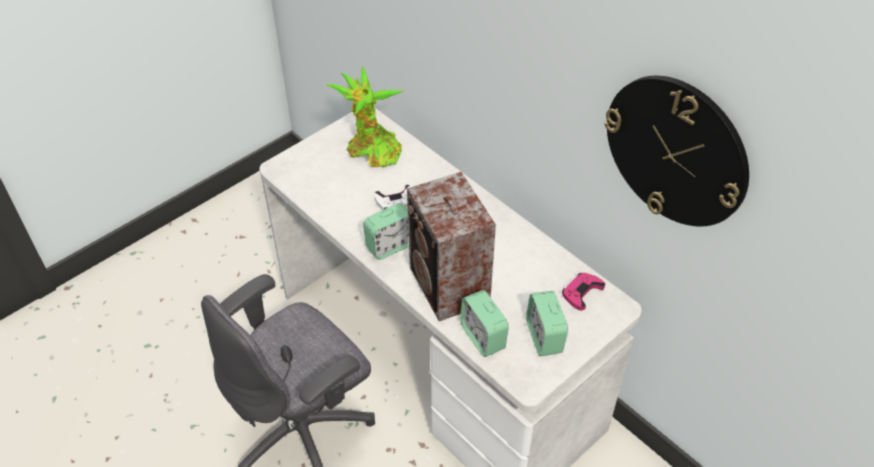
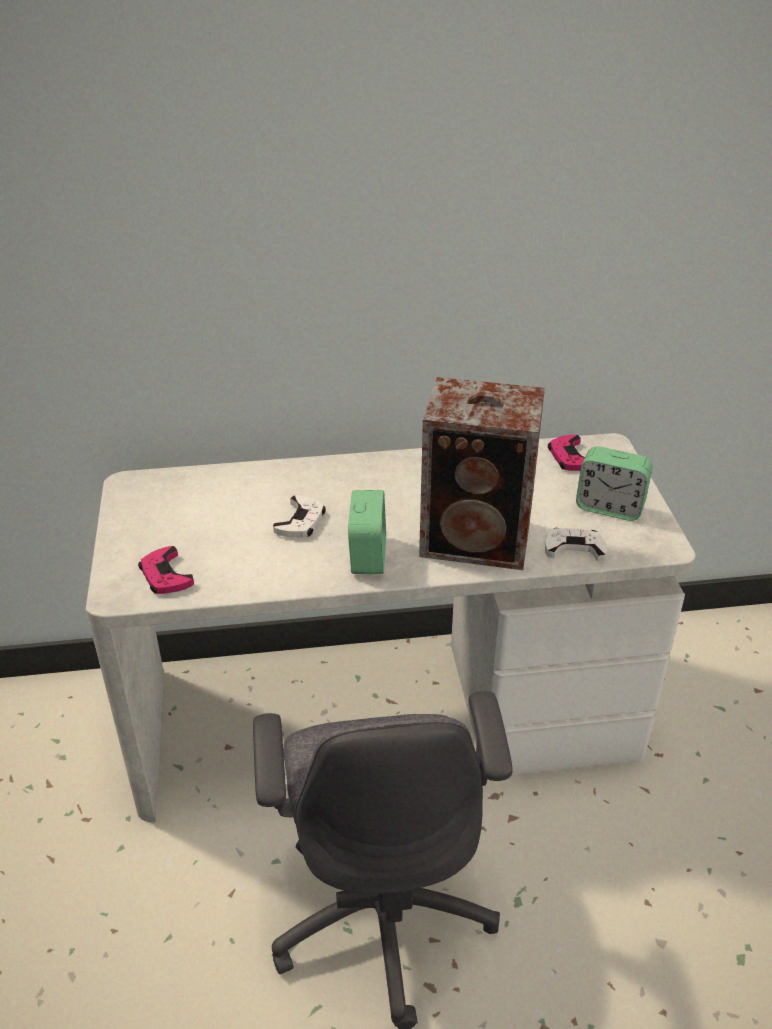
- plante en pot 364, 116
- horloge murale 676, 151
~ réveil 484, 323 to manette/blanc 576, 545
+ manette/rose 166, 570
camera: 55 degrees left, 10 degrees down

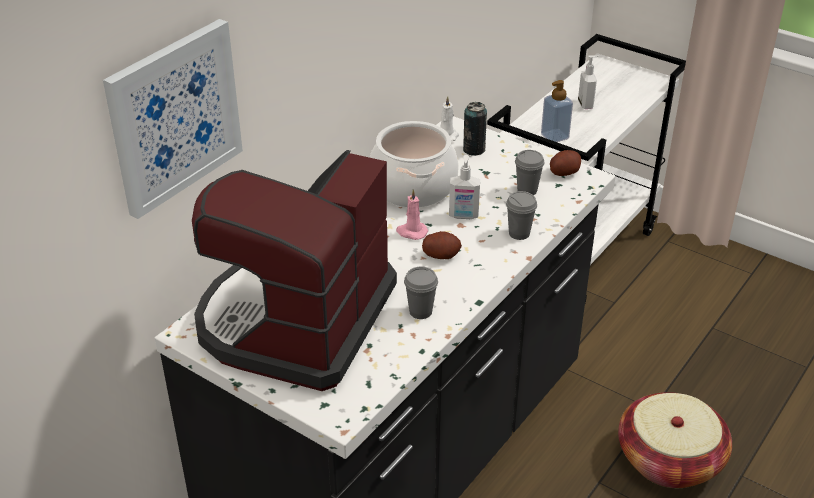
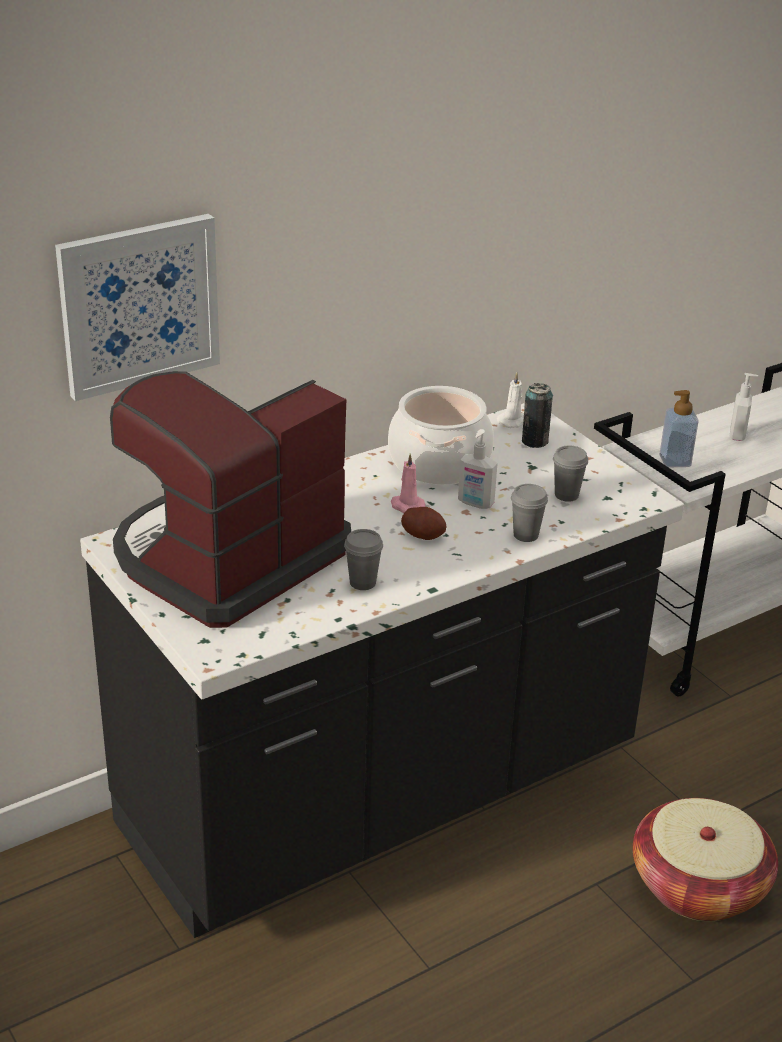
- pomme de terre 565, 163
camera: 20 degrees right, 5 degrees down

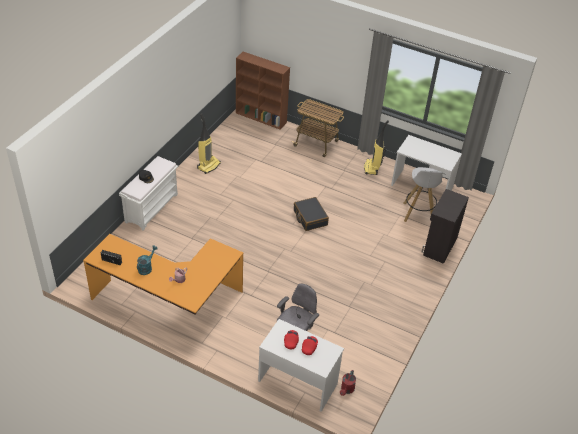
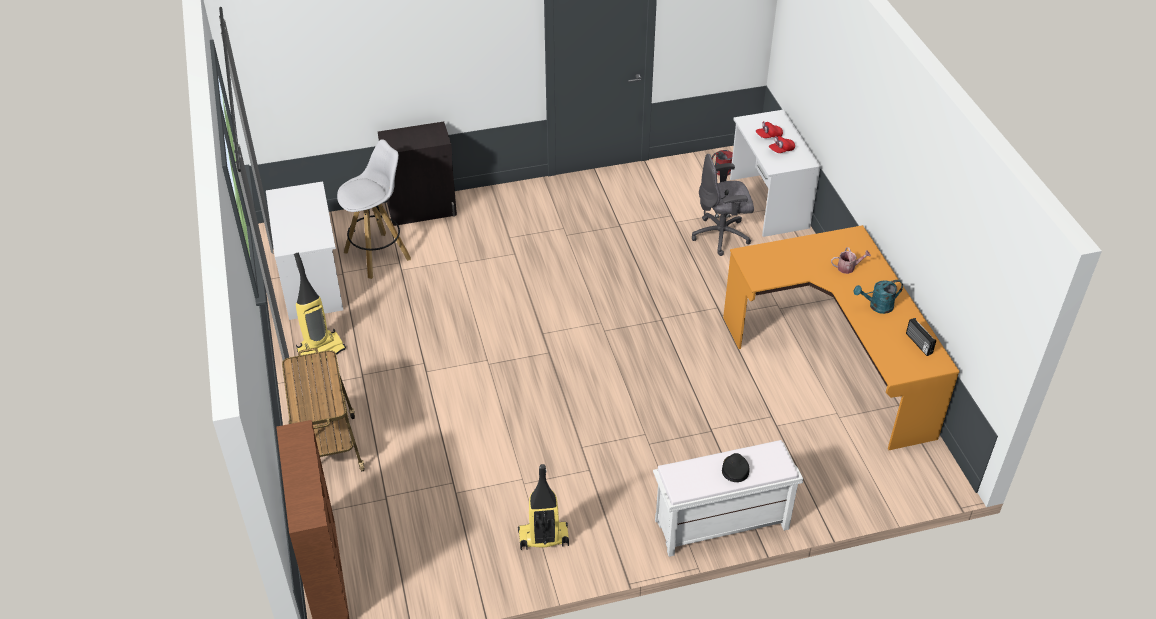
- valise/noir 311, 214
camera: 130 degrees left, 0 degrees up

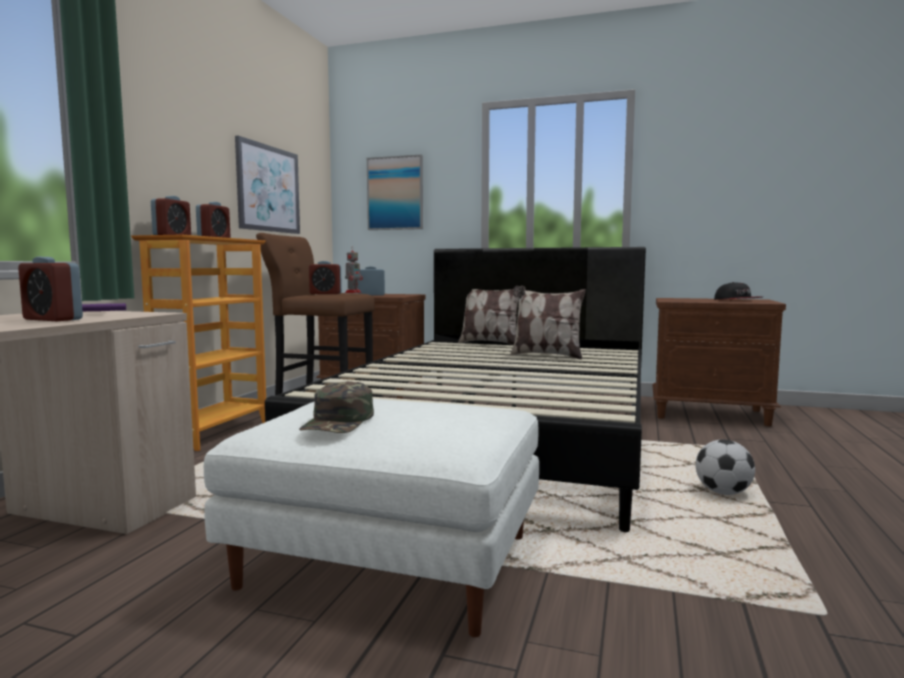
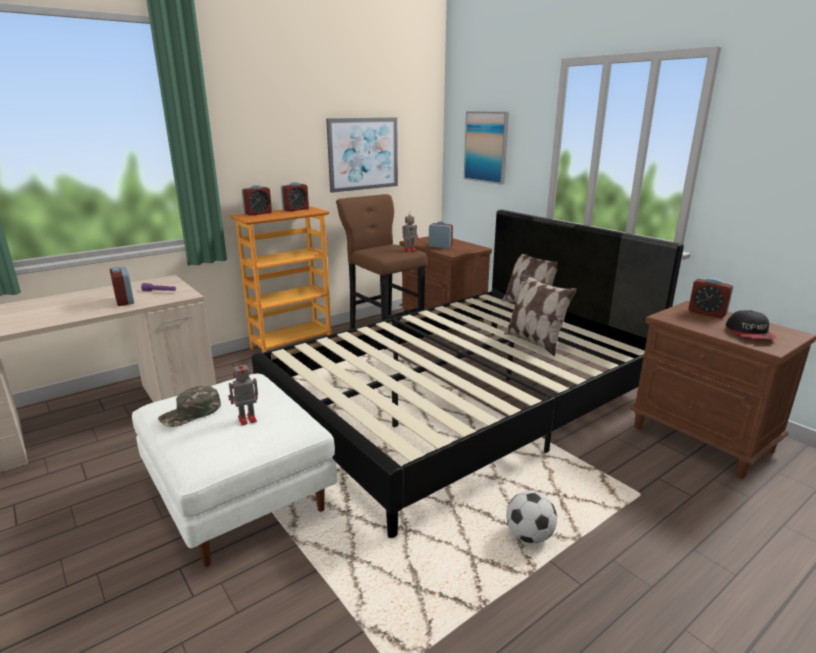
~ réveil 325, 277 to 711, 298
+ robot jouet 243, 392
camera: 35 degrees right, 15 degrees up

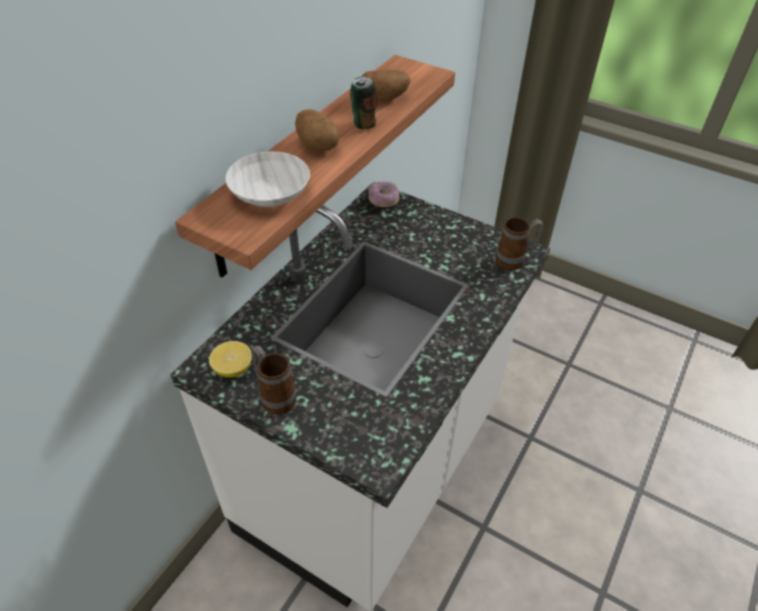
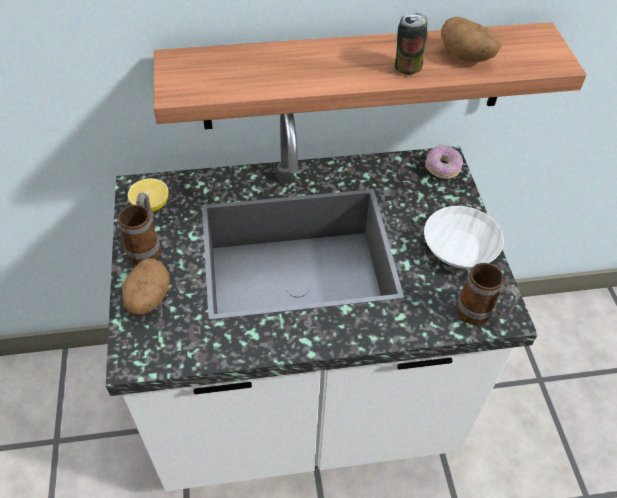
~ pomme de terre 317, 130 to 146, 286
~ bol/blanc 267, 179 to 464, 237
camera: 50 degrees right, 5 degrees up

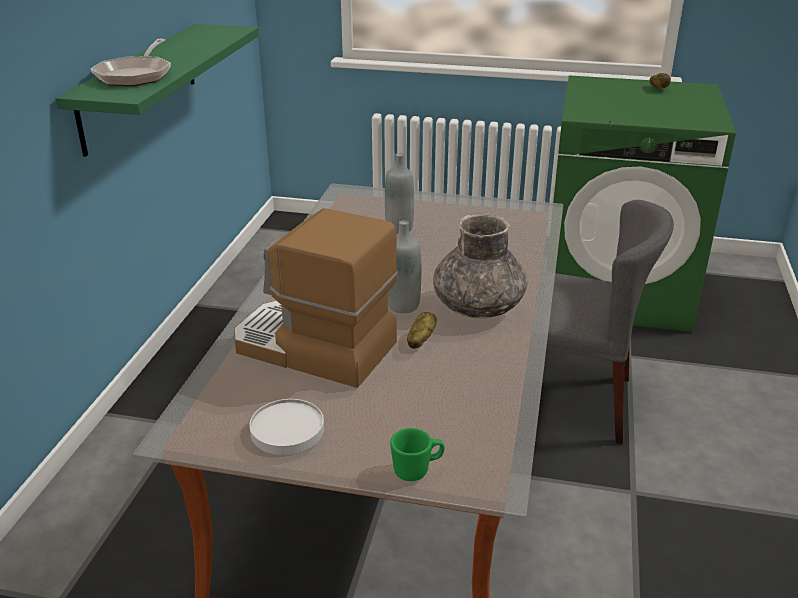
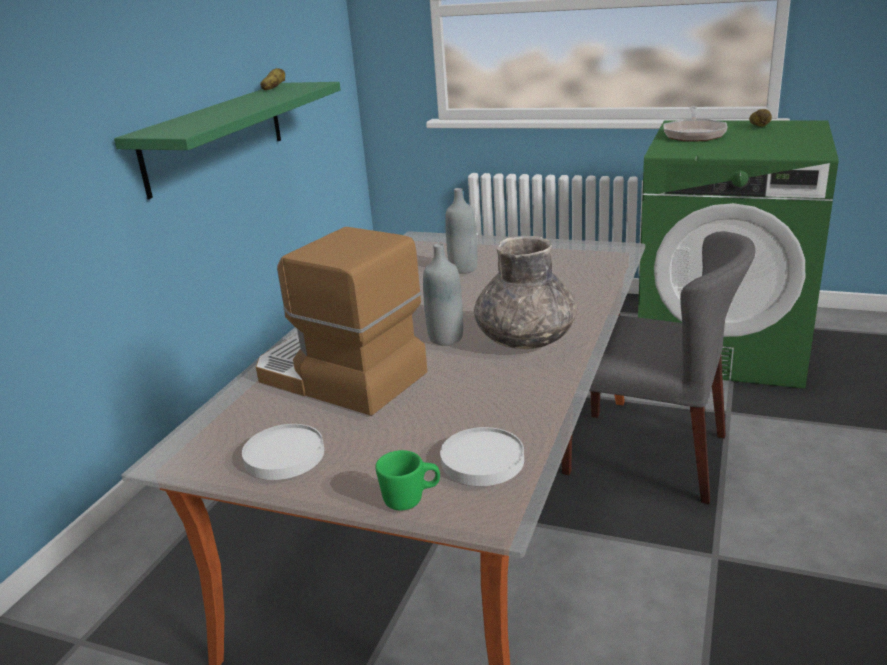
~ poêle 131, 62 to 695, 123
~ pomme de terre 422, 330 to 272, 79
+ assiette/blanc 482, 456
camera: 10 degrees right, 5 degrees down

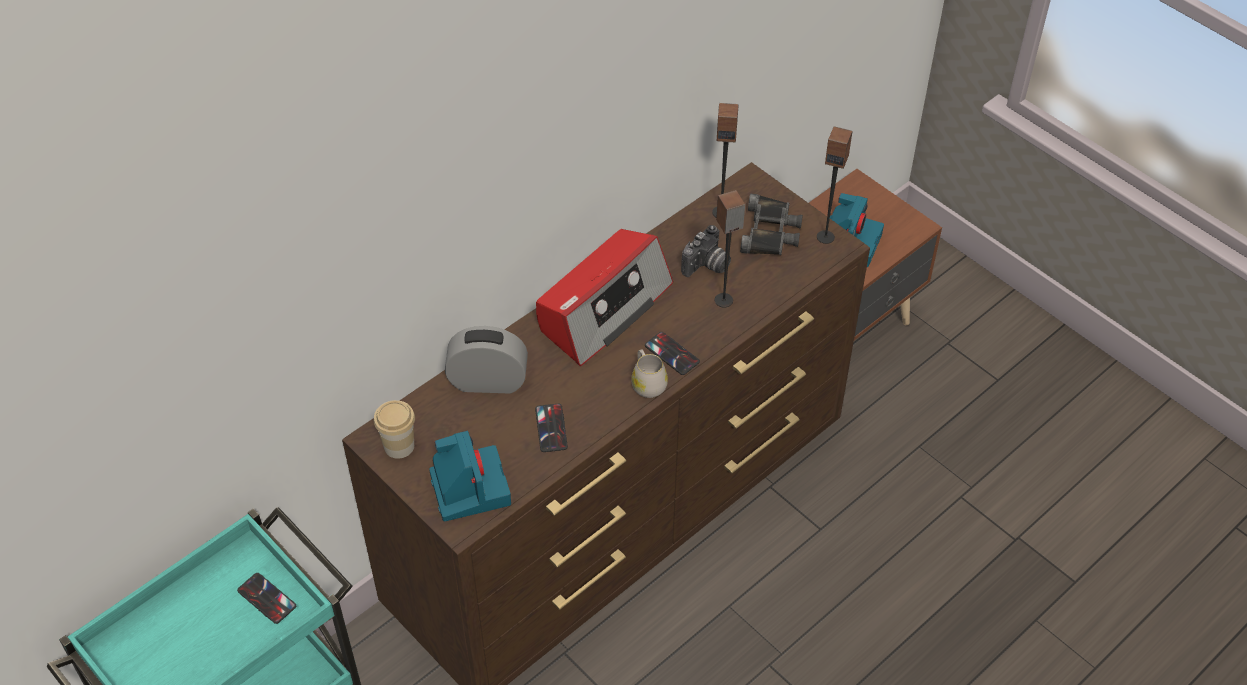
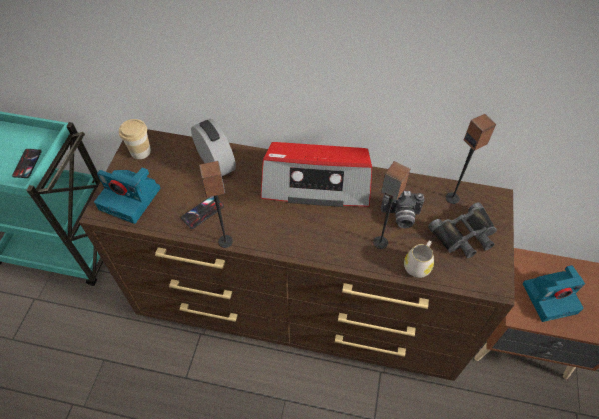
~ enceinte 834, 185 to 216, 204
- téléphone 672, 353
~ mug/blanc 649, 373 to 419, 259
~ appareil photo 470, 476 = 127, 195 75 degrees clockwise
camera: 55 degrees right, 5 degrees up

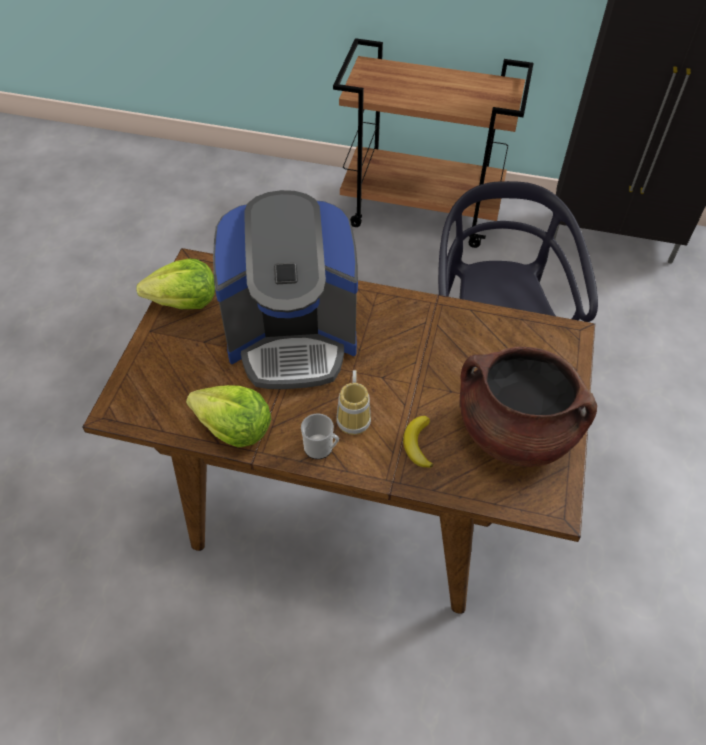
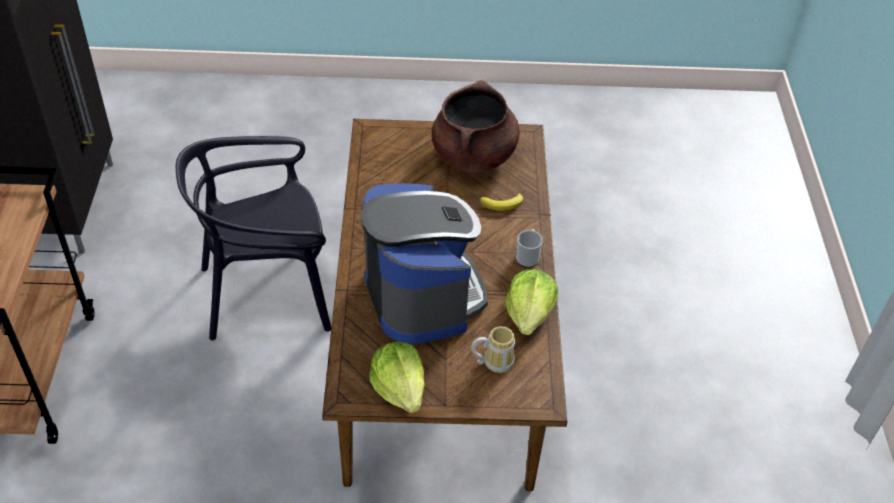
~ mug 353, 402 to 493, 349
camera: 105 degrees left, 5 degrees down

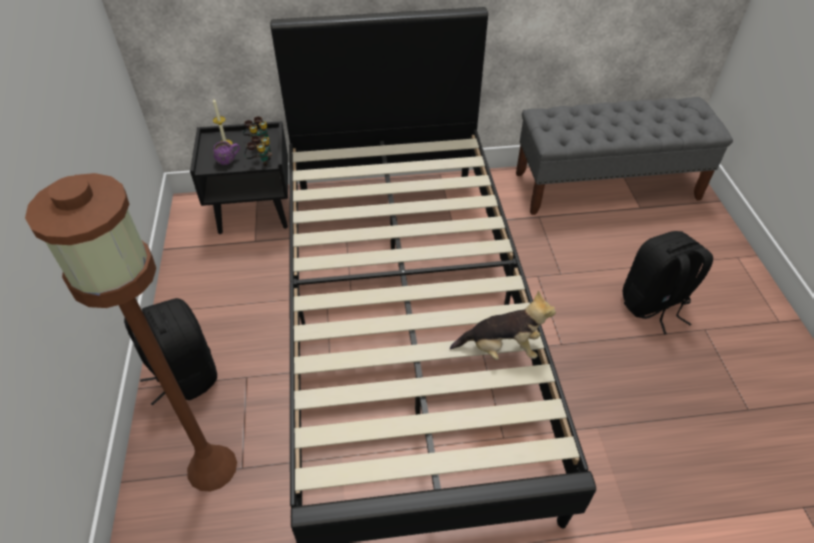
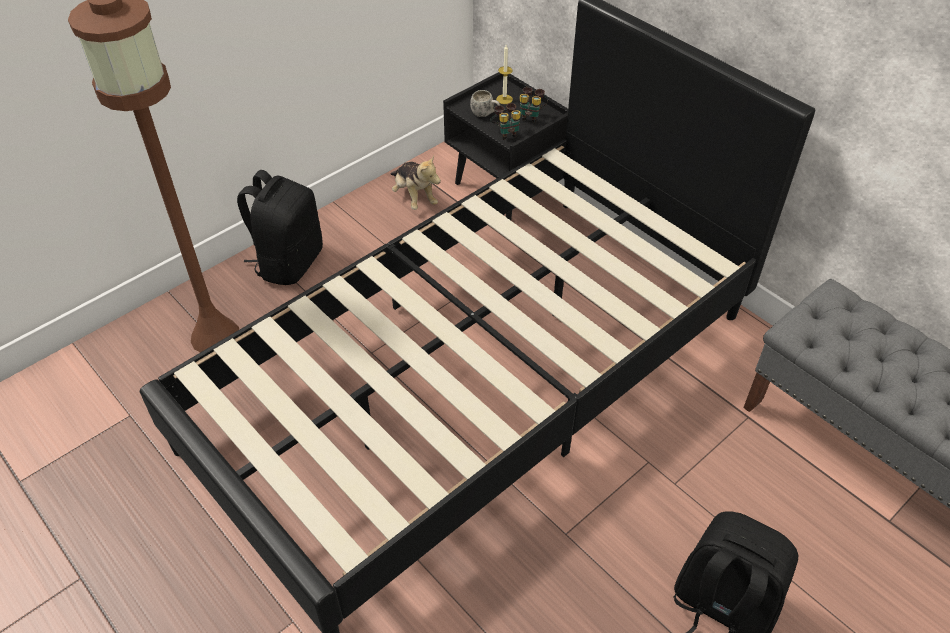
~ mug/violet 226, 153 to mug/blanc 485, 103
~ peluche 503, 325 to 416, 182
camera: 55 degrees right, 0 degrees up

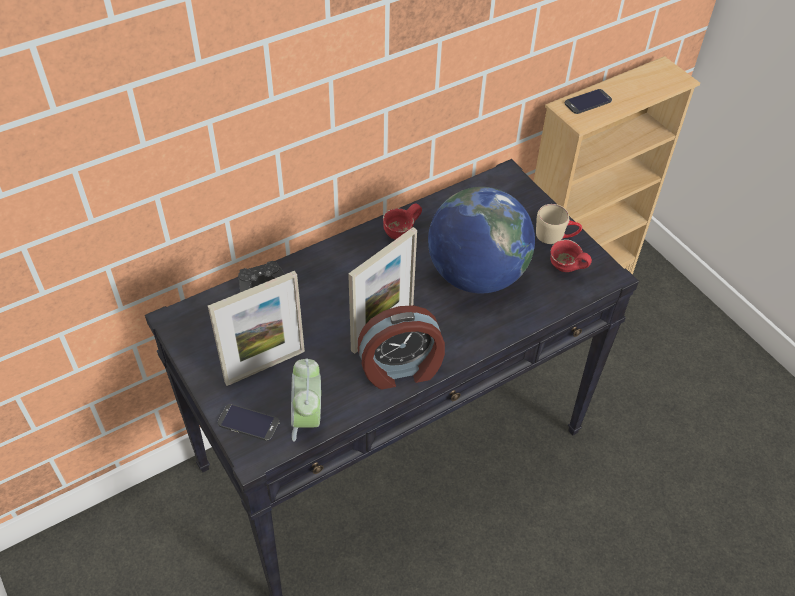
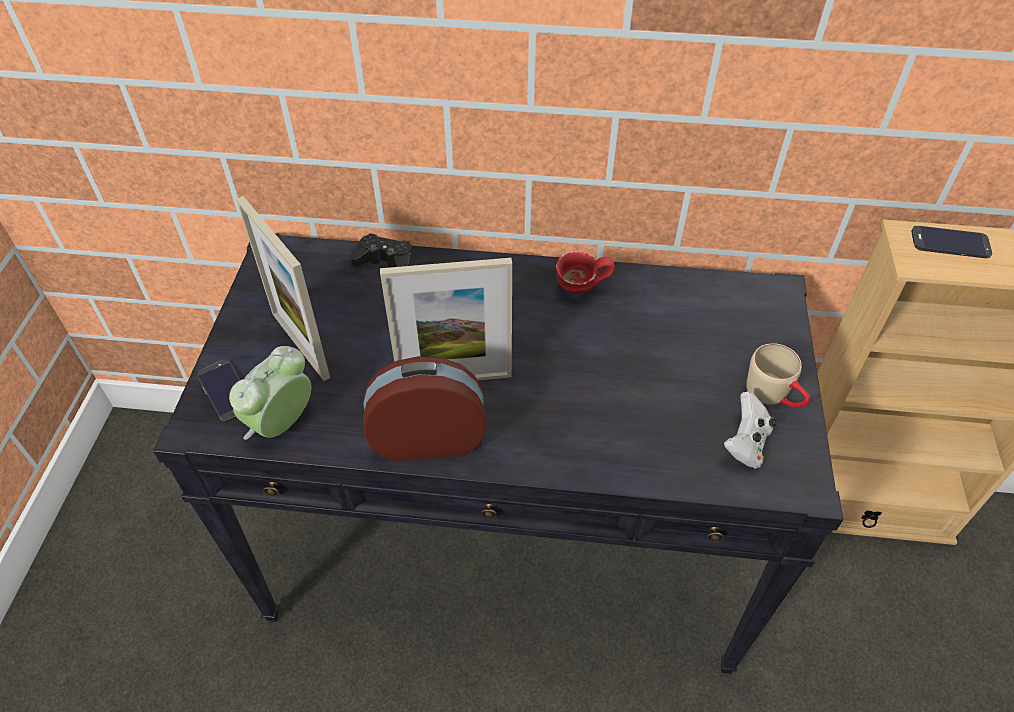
- globe 481, 240
~ mug/rouge 571, 255 to manette/blanc 750, 429
~ cadre photo 256, 328 = 283, 288 45 degrees clockwise
~ réveil 401, 347 = 424, 408 150 degrees clockwise
camera: 40 degrees right, 0 degrees up

